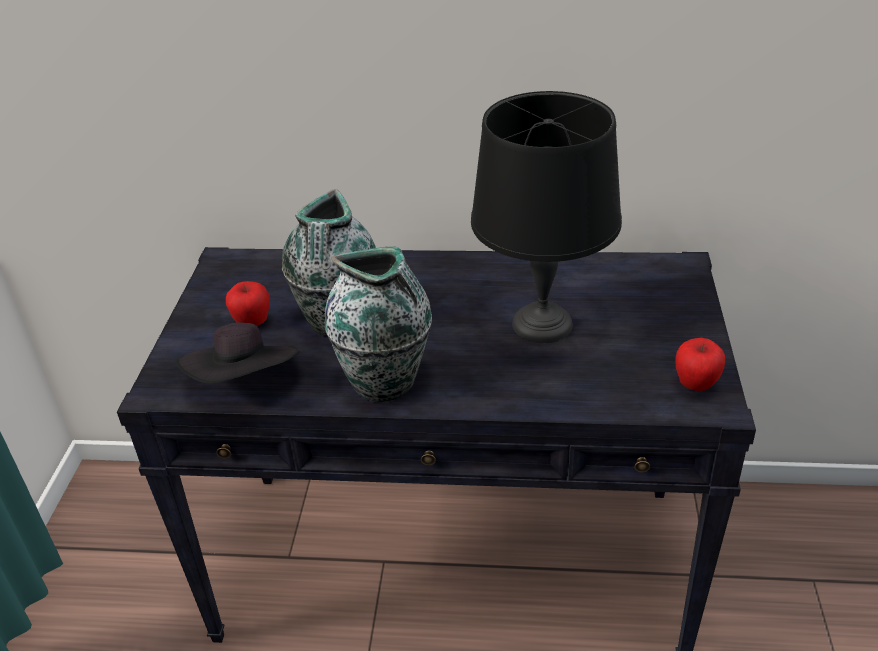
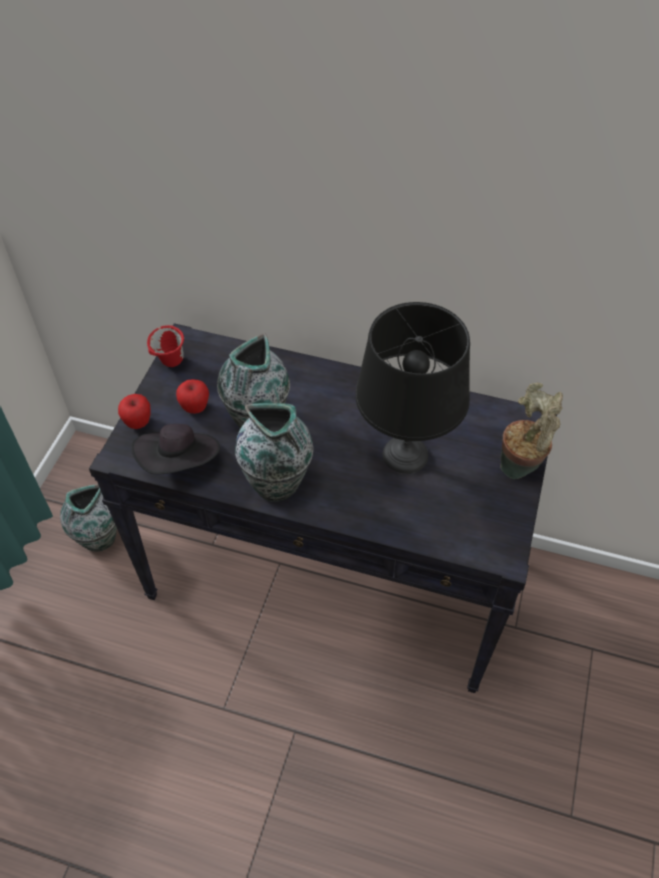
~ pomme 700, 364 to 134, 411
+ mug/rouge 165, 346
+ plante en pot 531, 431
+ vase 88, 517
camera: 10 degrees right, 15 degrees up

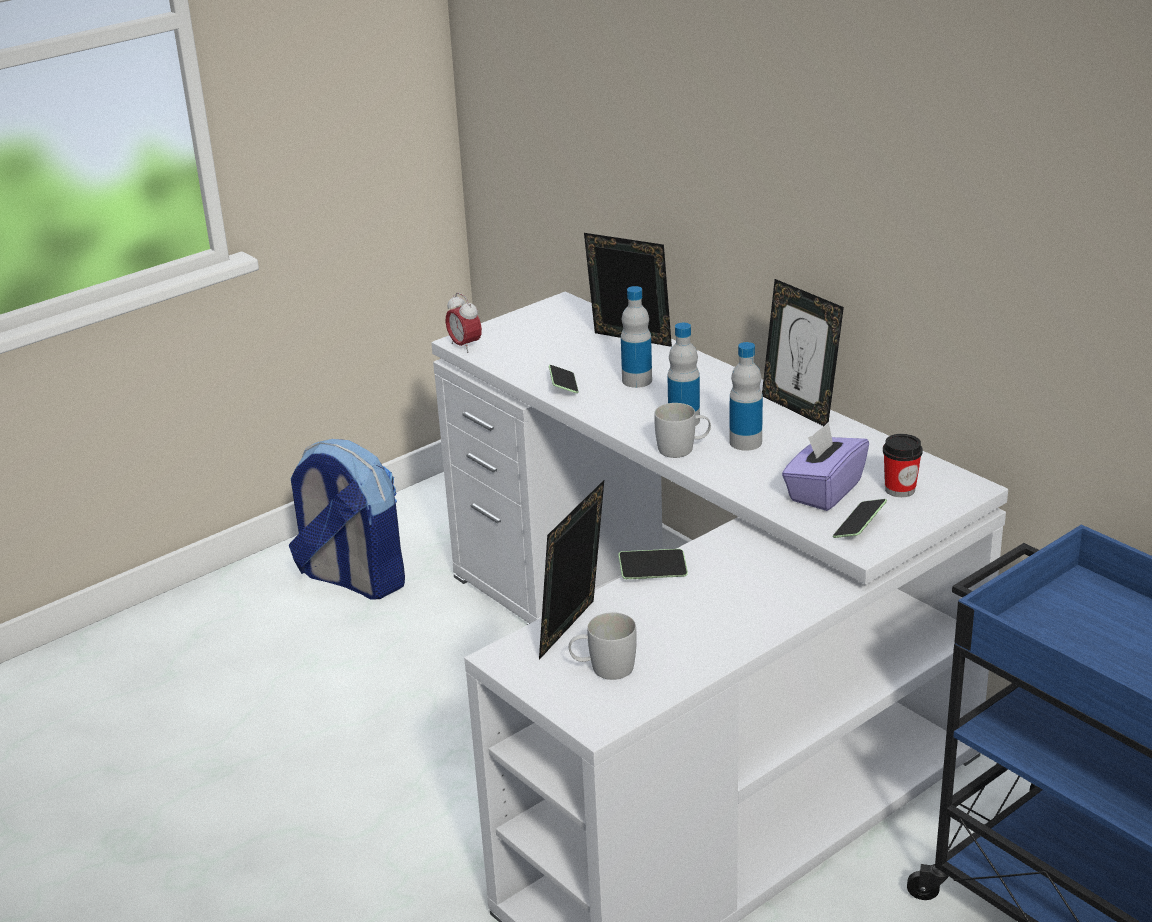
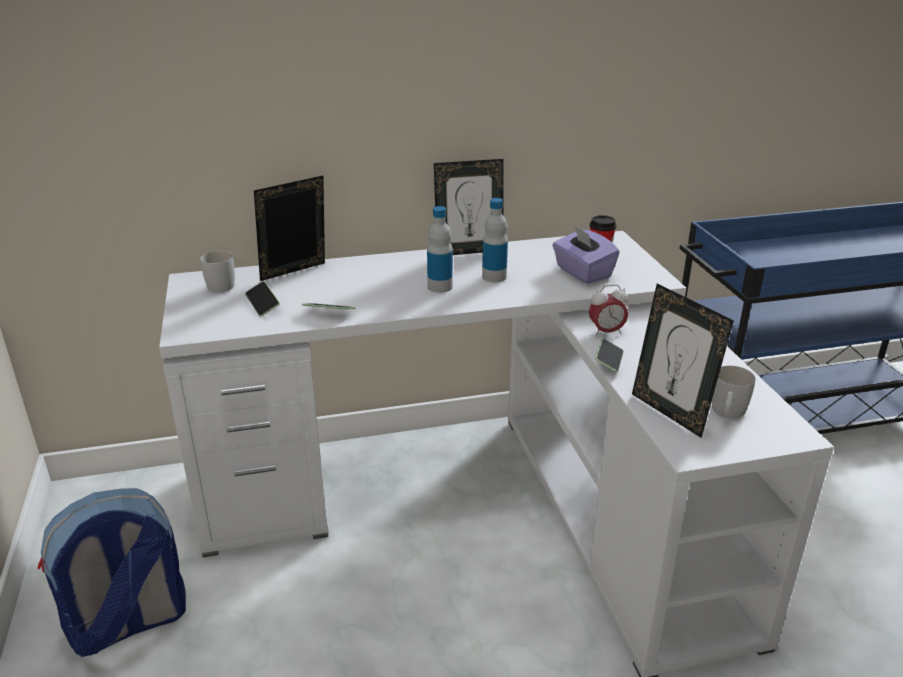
- bouteille 636, 337
~ réveil 464, 323 to 608, 311
~ mug/blanc 682, 430 to 217, 272
~ téléphone 860, 518 to 262, 299
camera: 65 degrees left, 0 degrees up

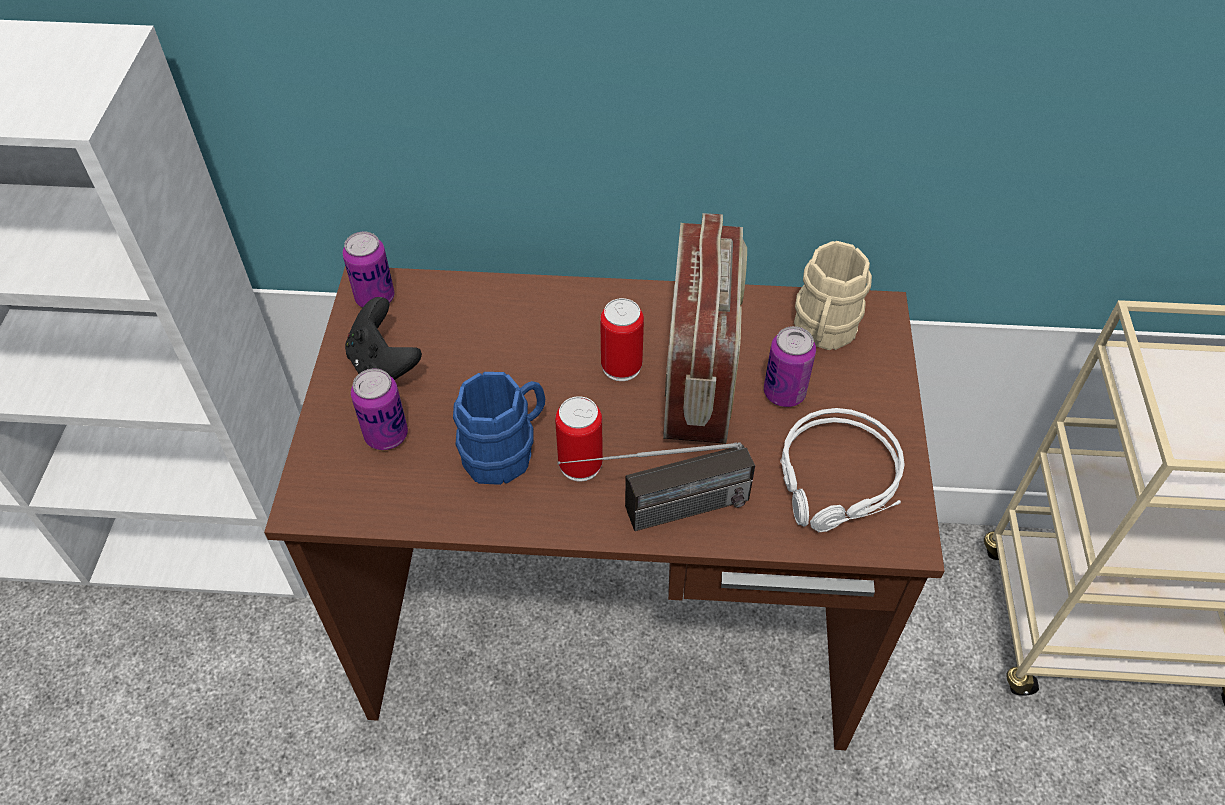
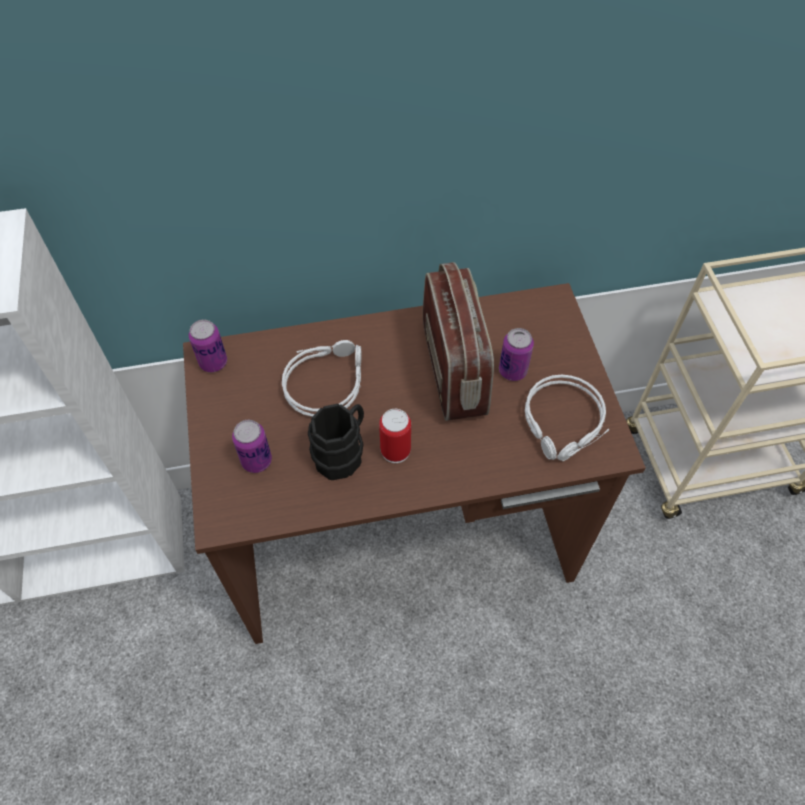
- mug/beige 833, 295
- manette/noir 383, 338
- boîte métallique 622, 339
~ mug/bleu 499, 428 to mug/noir 336, 442
- radio 656, 486
+ casque audio/gris 322, 378
camera: 15 degrees left, 5 degrees up

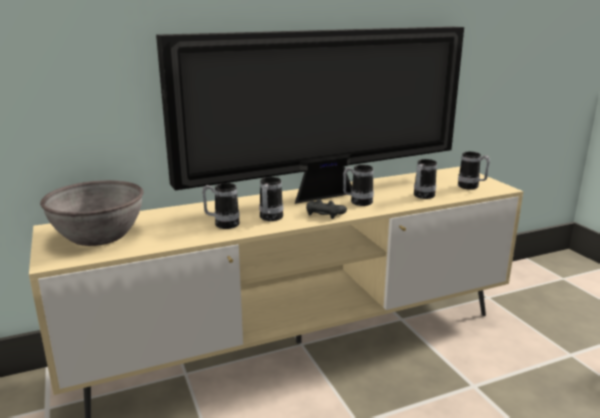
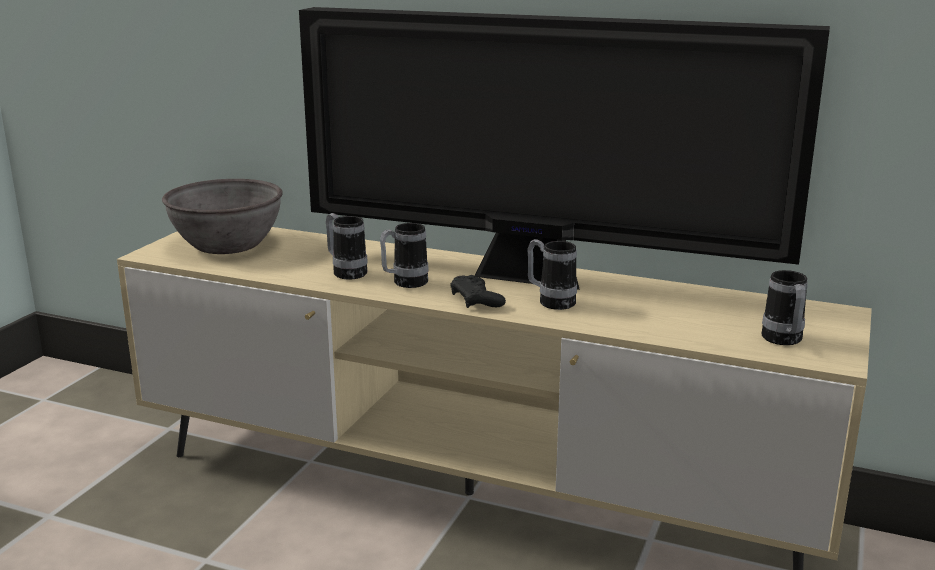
- mug 425, 179
camera: 45 degrees right, 0 degrees up

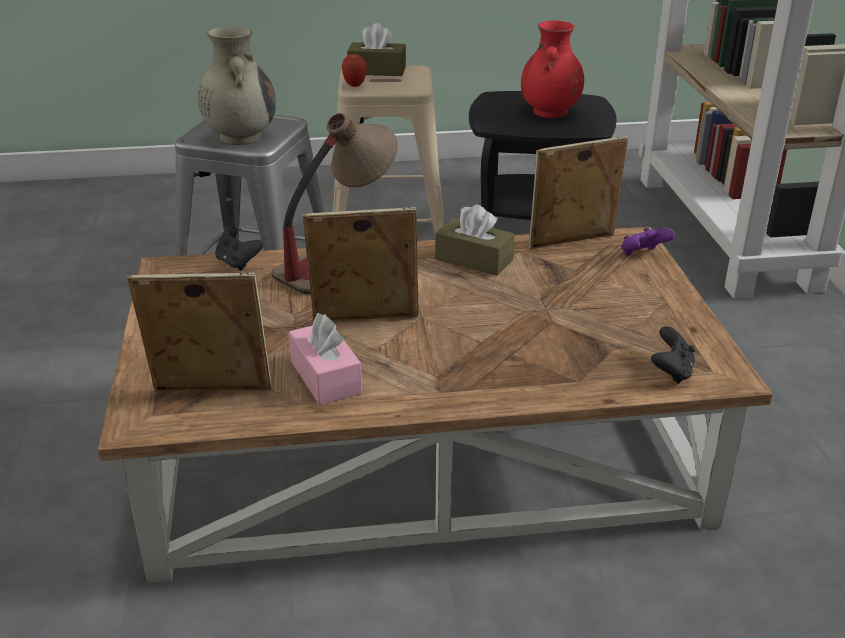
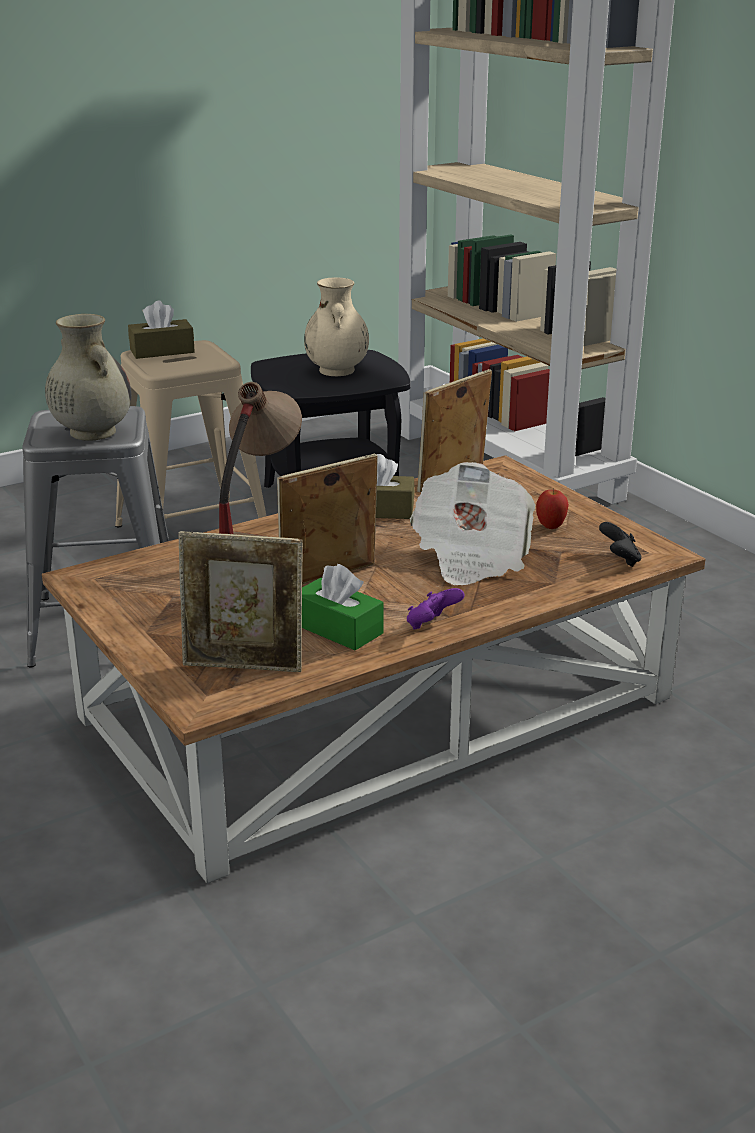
~ vase/rouge 552, 69 to vase/beige 336, 327
~ pomme 354, 70 to 552, 508
- manette/noir 239, 248
~ manette/violet 648, 242 to 435, 609
~ cadre photo 199, 332 = 240, 601 150 degrees counterclockwise
~ boîte à mouchoirs/rose 325, 359 to boîte à mouchoirs/vert 343, 607
+ journal 472, 523
camera: 25 degrees left, 5 degrees down

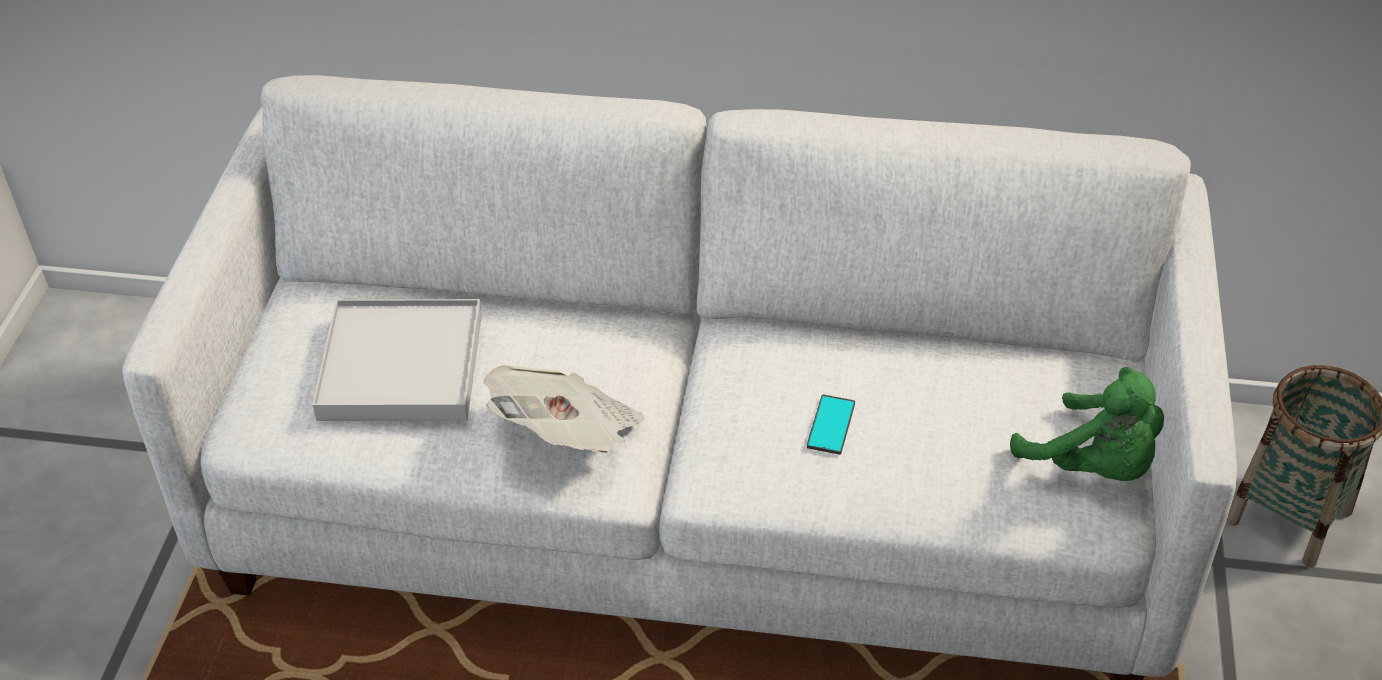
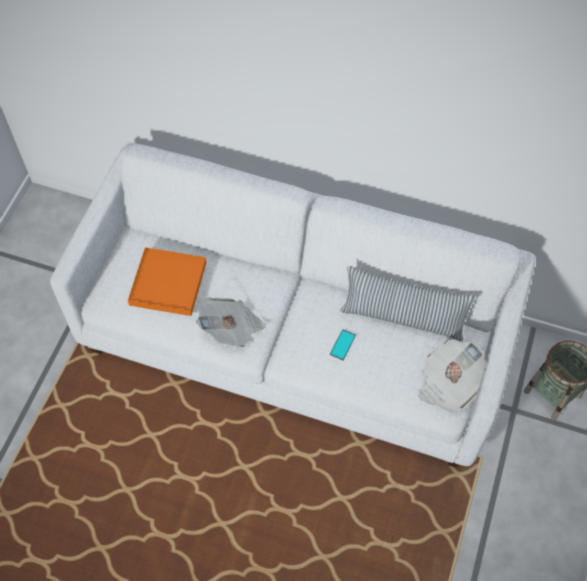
~ plateau/blanc 397, 360 to plateau/orange 167, 281
~ peluche/vert 1087, 424 to journal 452, 376
+ coussin 409, 304
camera: 10 degrees right, 15 degrees up

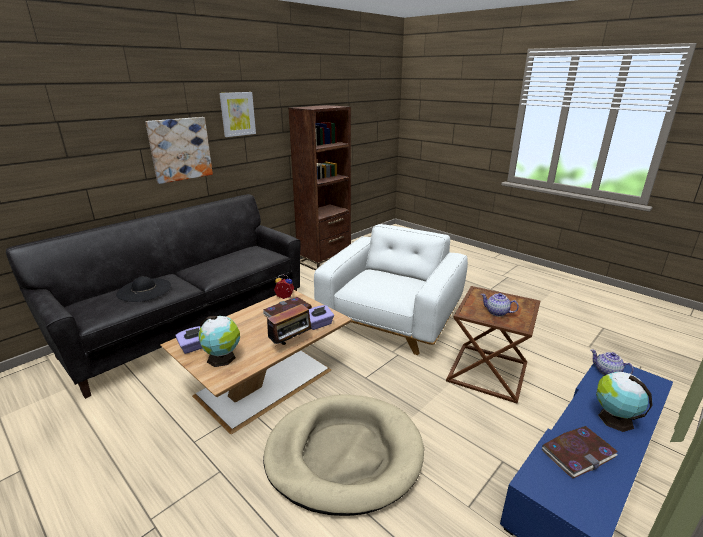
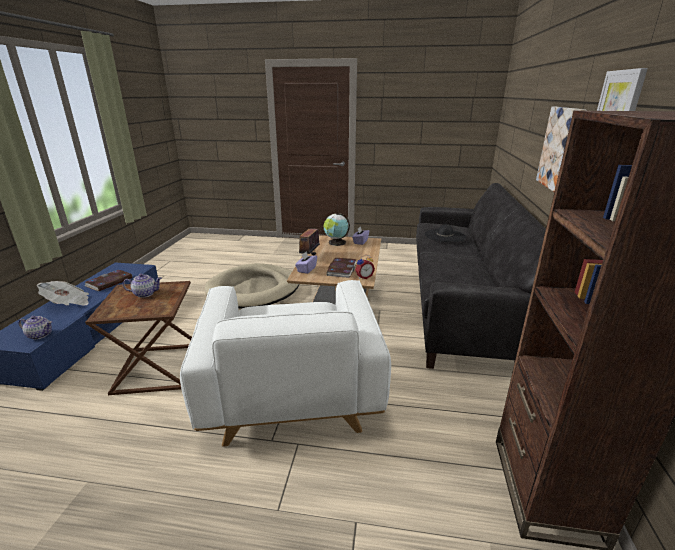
~ globe 624, 402 to journal 63, 293
camera: 145 degrees right, 0 degrees up

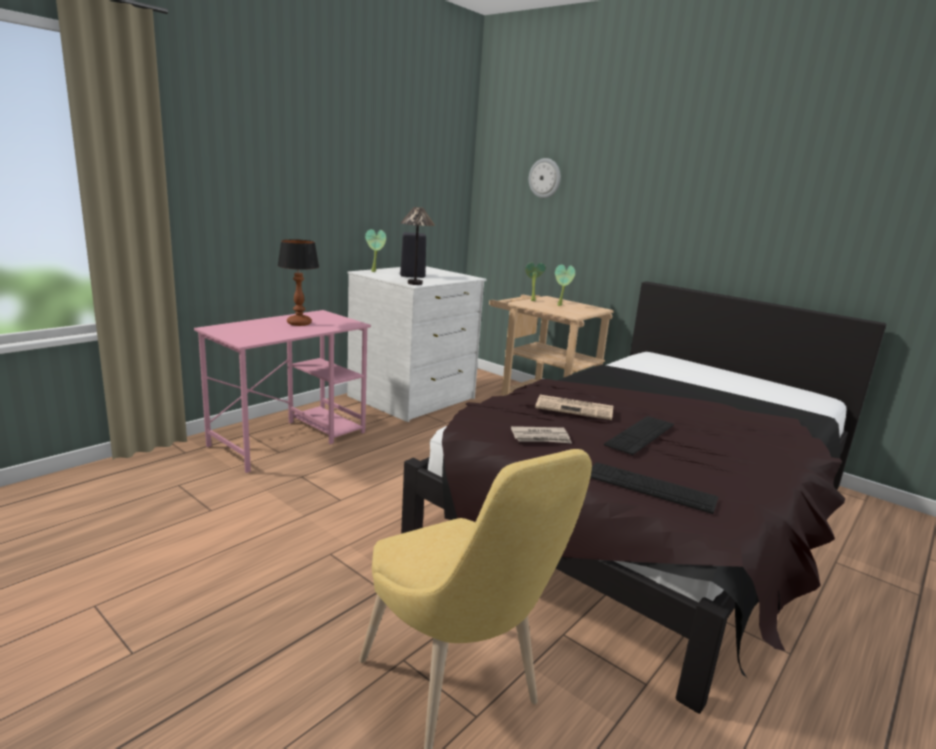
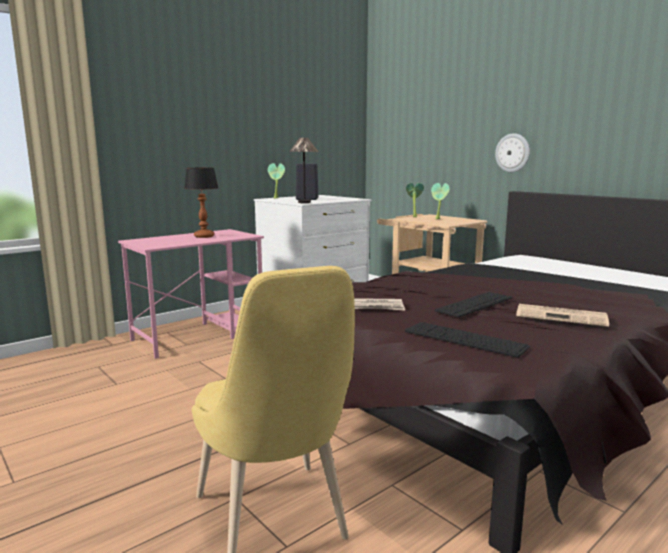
~ horloge murale 545, 178 to 512, 152
~ journal 574, 407 to 562, 315
camera: 10 degrees right, 5 degrees down

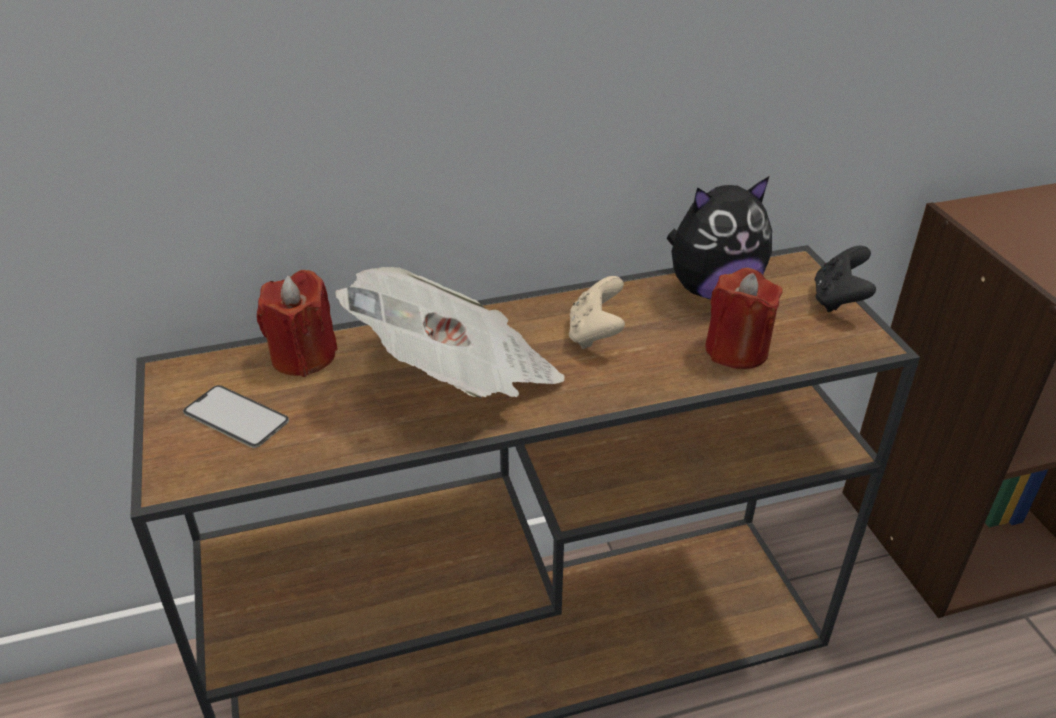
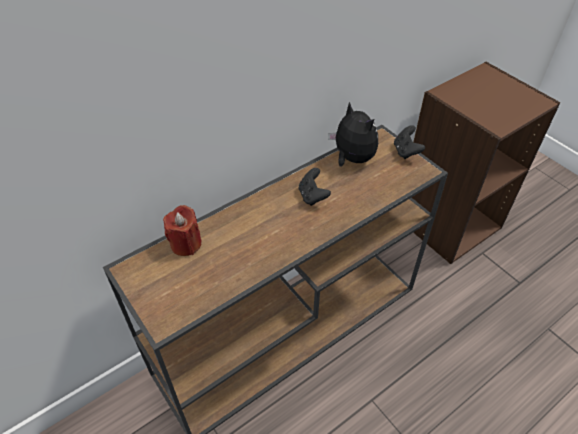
~ peluche 719, 237 = 353, 134 90 degrees counterclockwise
- journal 450, 333
- bougie/rouge 744, 318
~ manette/beige 597, 312 to manette/noir 315, 187
- téléphone 236, 416
camera: 20 degrees left, 10 degrees up

